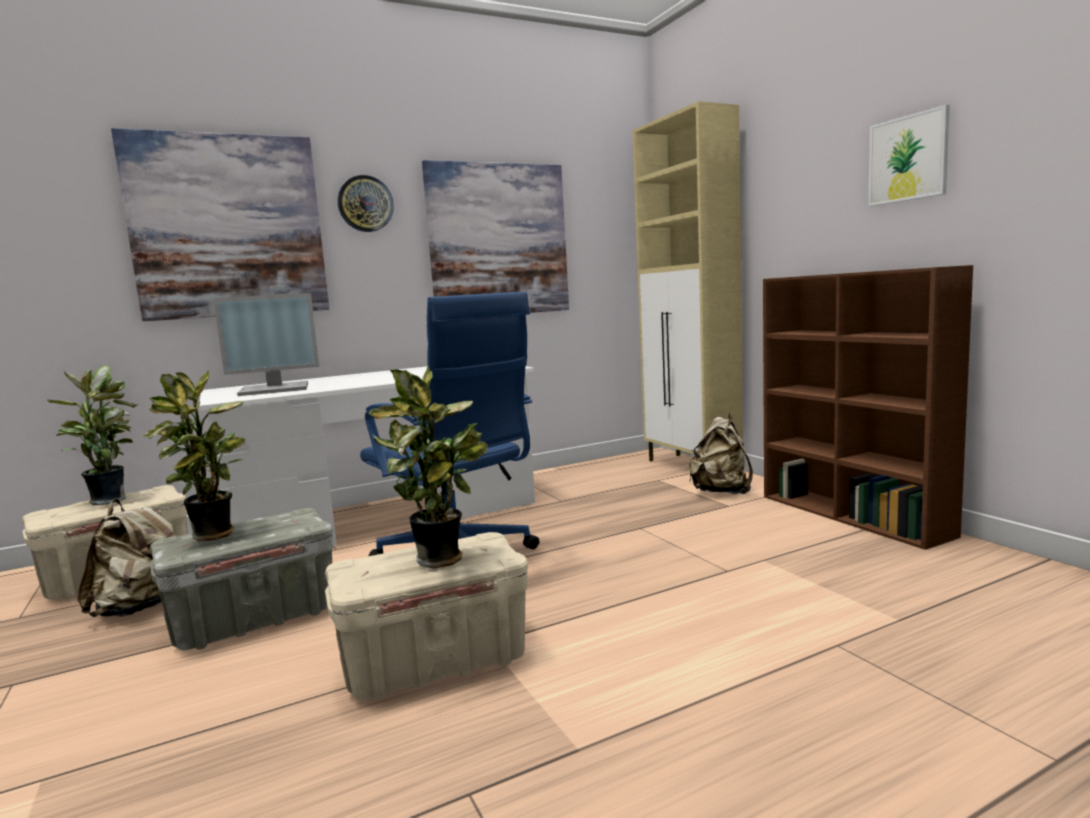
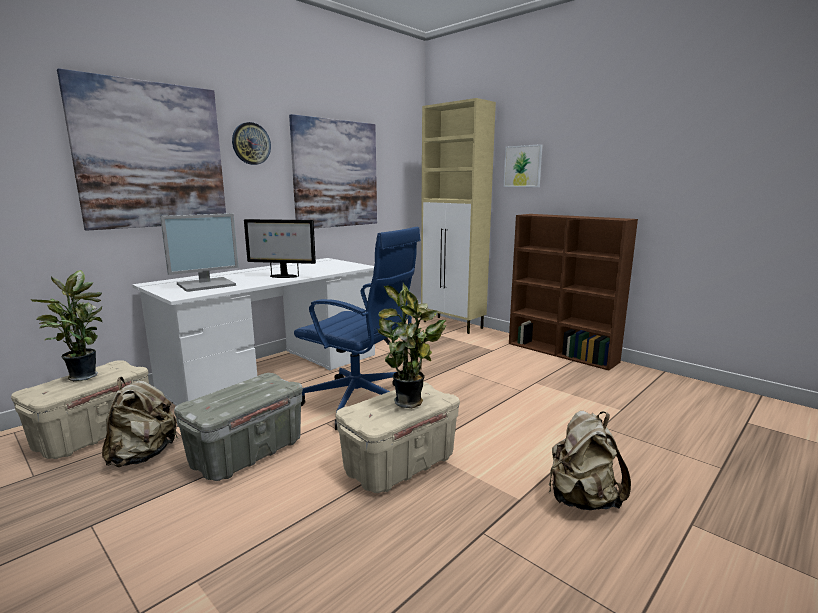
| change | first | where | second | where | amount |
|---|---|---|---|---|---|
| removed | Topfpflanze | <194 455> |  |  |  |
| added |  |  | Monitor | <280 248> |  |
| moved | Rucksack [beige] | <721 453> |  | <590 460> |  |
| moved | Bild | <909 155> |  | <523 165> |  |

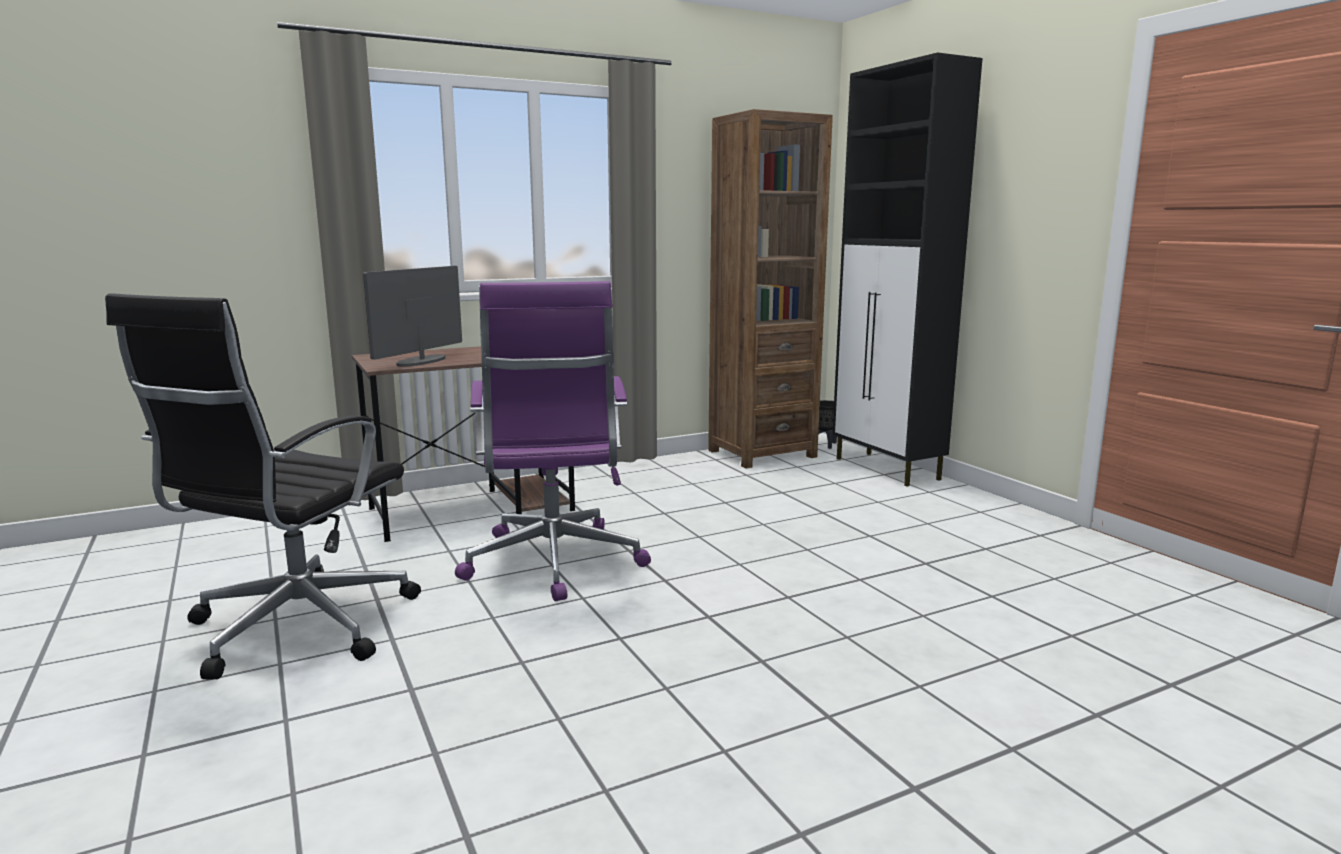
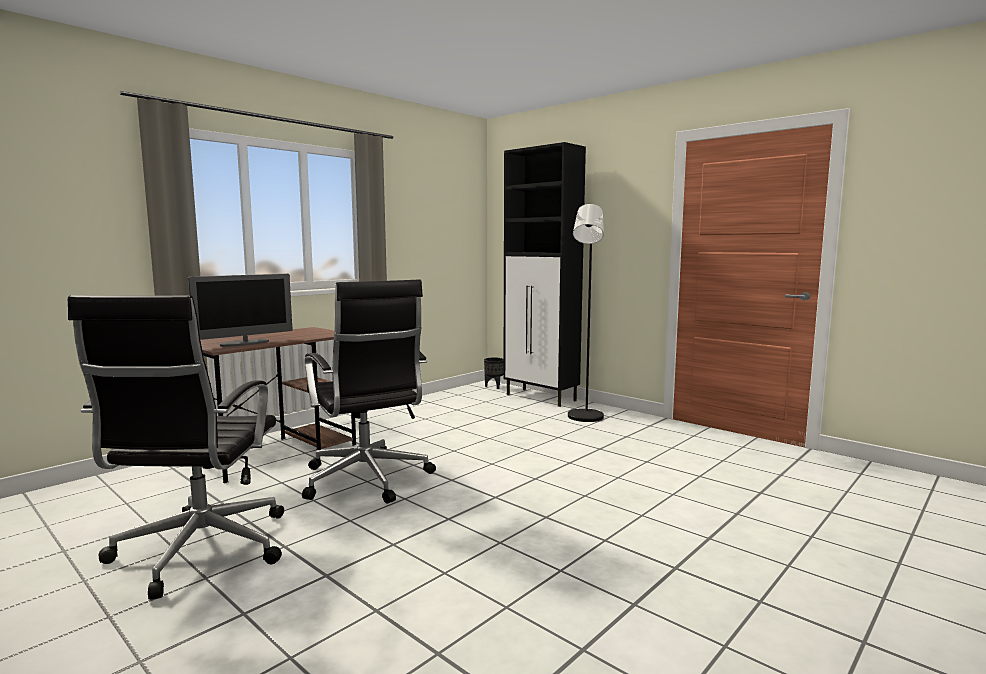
| change | first | where | second | where | amount |
|---|---|---|---|---|---|
| removed | Bücherregal [braun] | <770 289> |  |  |  |
| added |  |  | Stehlampe [schwarz] | <586 313> |  |
| recoloured | Bürostuhl [lila] | <553 441> | Bürostuhl [schwarz] | <369 392> |  |
| turned | Monitor | <412 316> |  | <240 310> | 135 degrees counterclockwise |

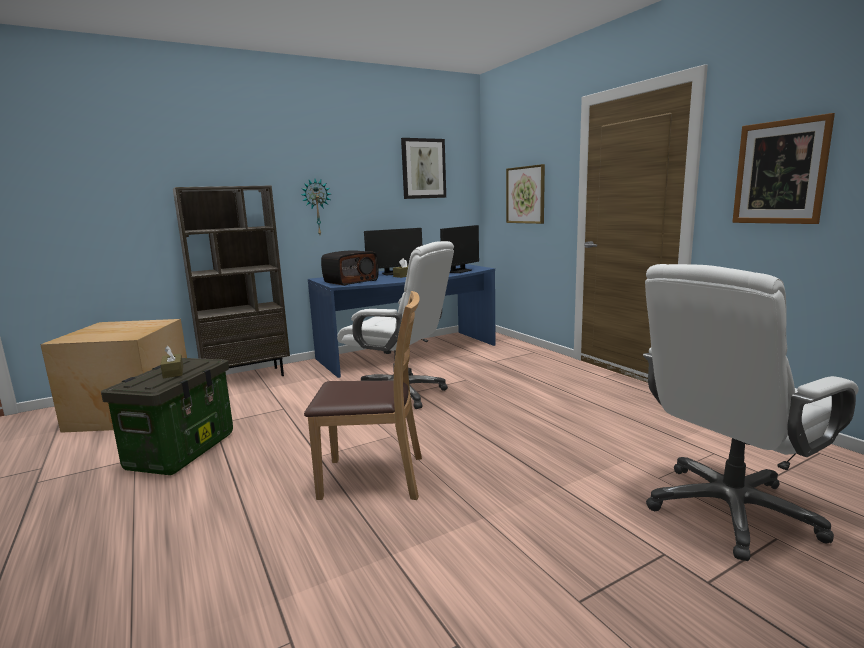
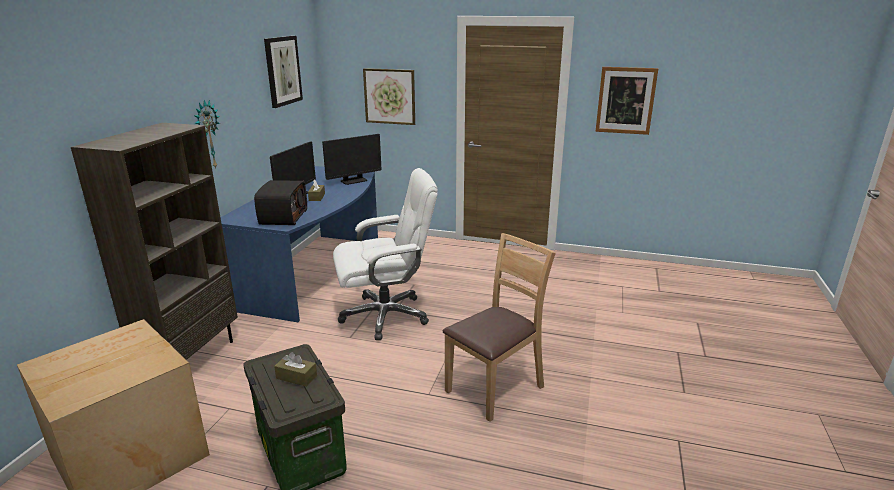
| change | first | where | second | where | amount |
|---|---|---|---|---|---|
| removed | Bürostuhl [weiß] | <751 412> |  |  |  |
| turned | Monitor | <459 249> |  | <352 159> | 60 degrees clockwise |

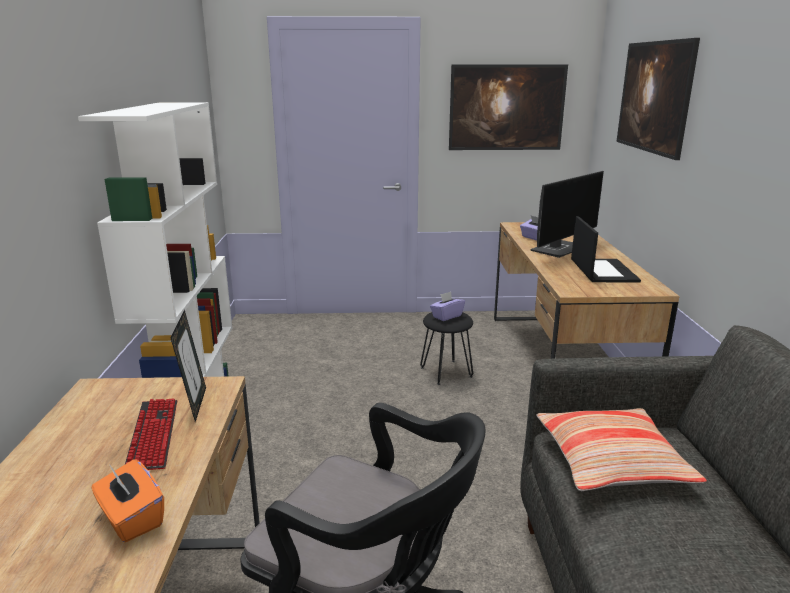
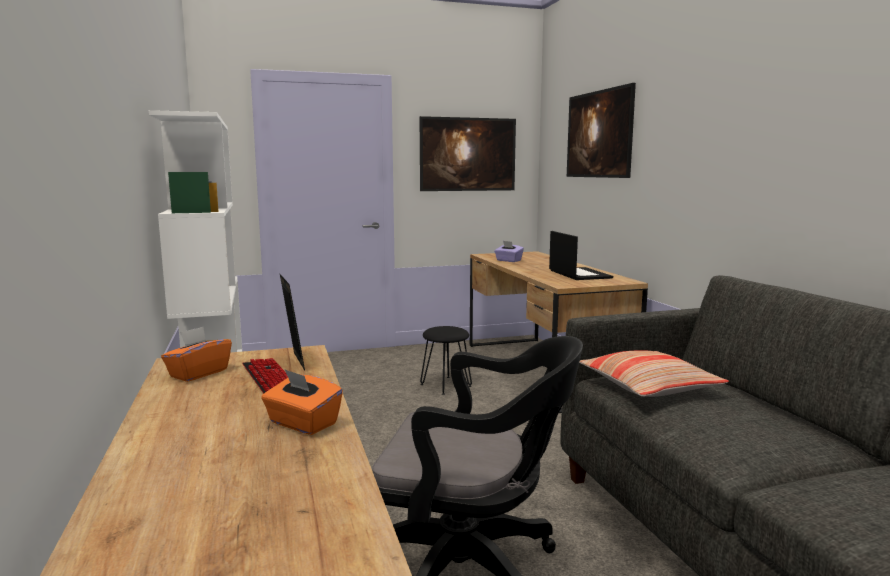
| change | first | where | second | where | amount |
|---|---|---|---|---|---|
| removed | Taschentuchbox [lila] | <447 306> |  |  |  |
| removed | Monitor | <567 214> |  |  |  |
| added |  |  | Taschentuchbox [orange] | <196 354> |  |

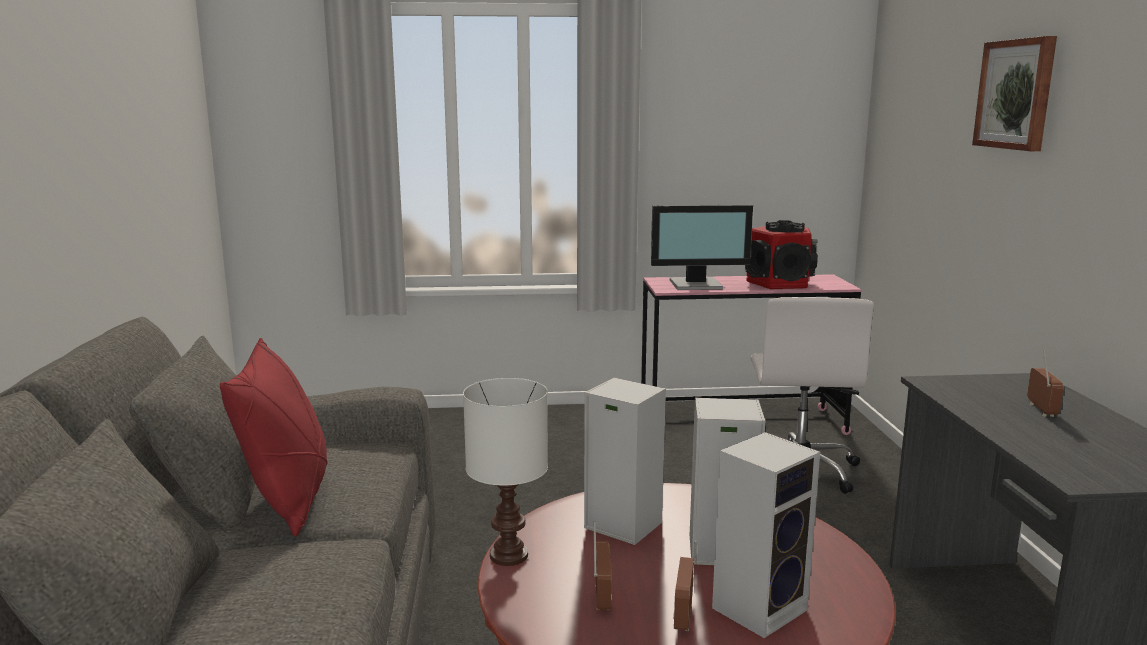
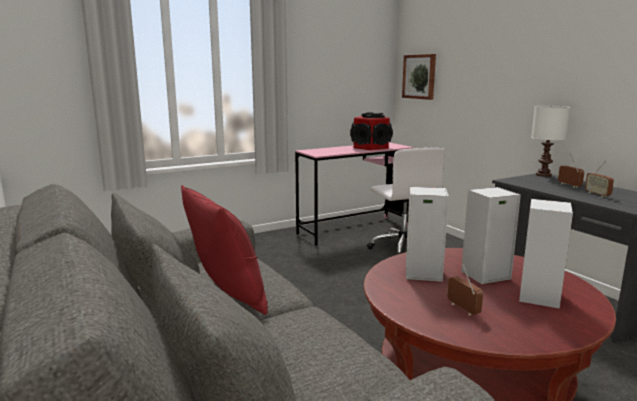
| change | first | where | second | where | amount |
|---|---|---|---|---|---|
| removed | Monitor | <702 247> |  |  |  |
| moved | Tischlampe [weiß] | <505 472> |  | <550 141> |  |
| moved | Radio | <685 585> |  | <599 178> |  |
| moved | Bild | <1014 93> |  | <419 77> |  |

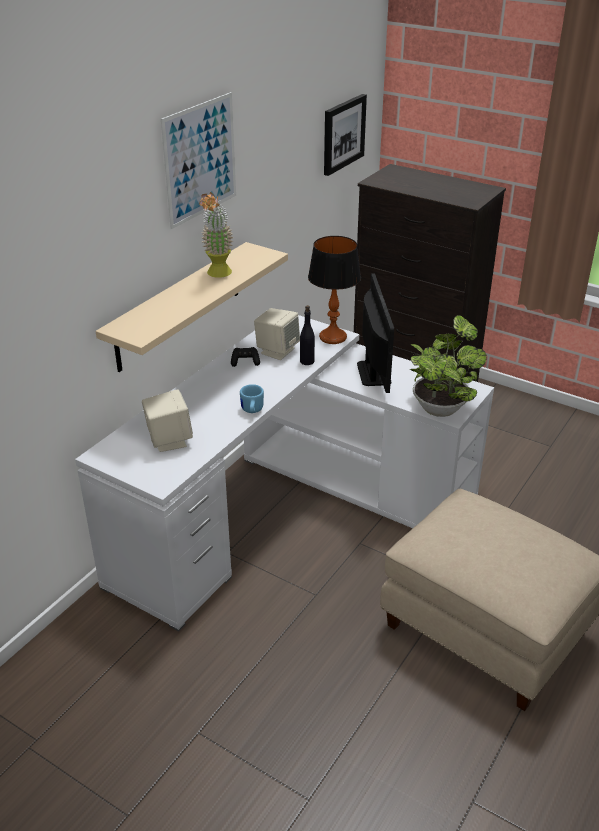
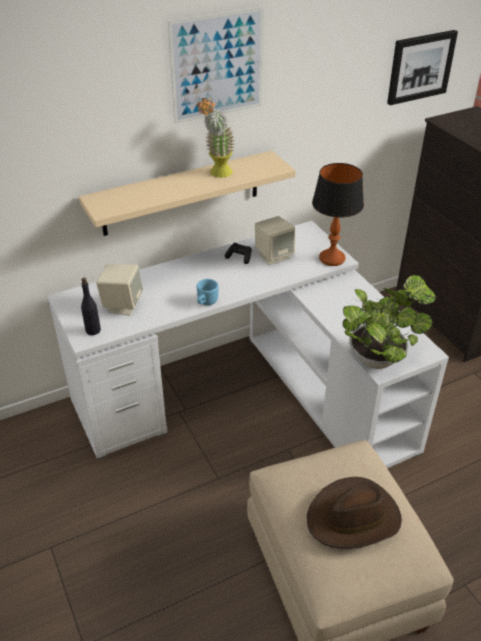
| change | first | where | second | where | amount |
|---|---|---|---|---|---|
| removed | Monitor | <375 333> |  |  |  |
| added |  |  | Hut [braun] | <354 513> |  |
| moved | Flasche [schwarz] | <307 335> |  | <91 306> |  |

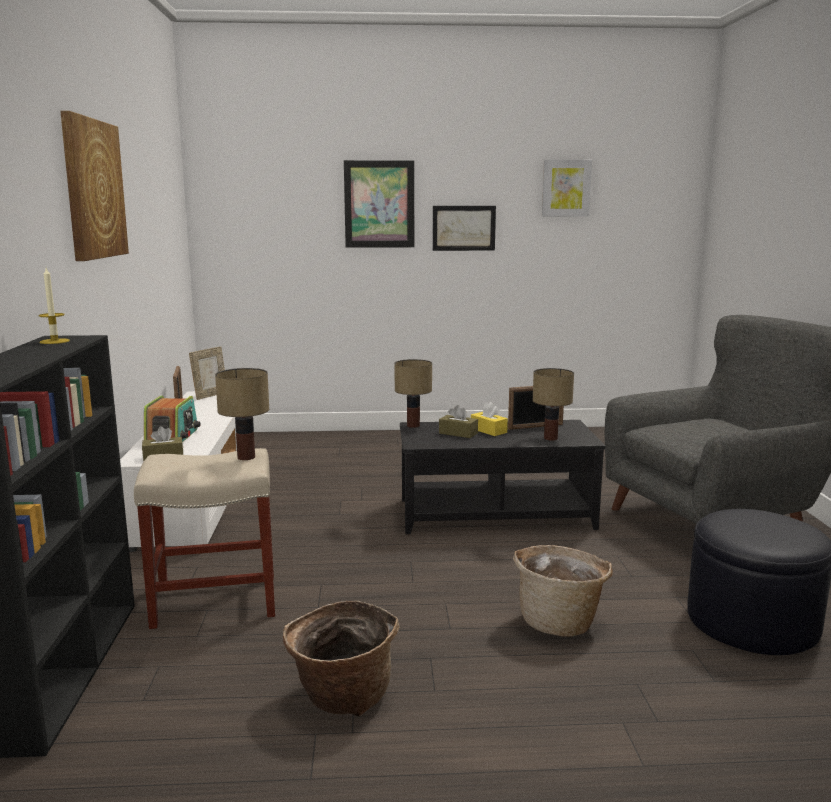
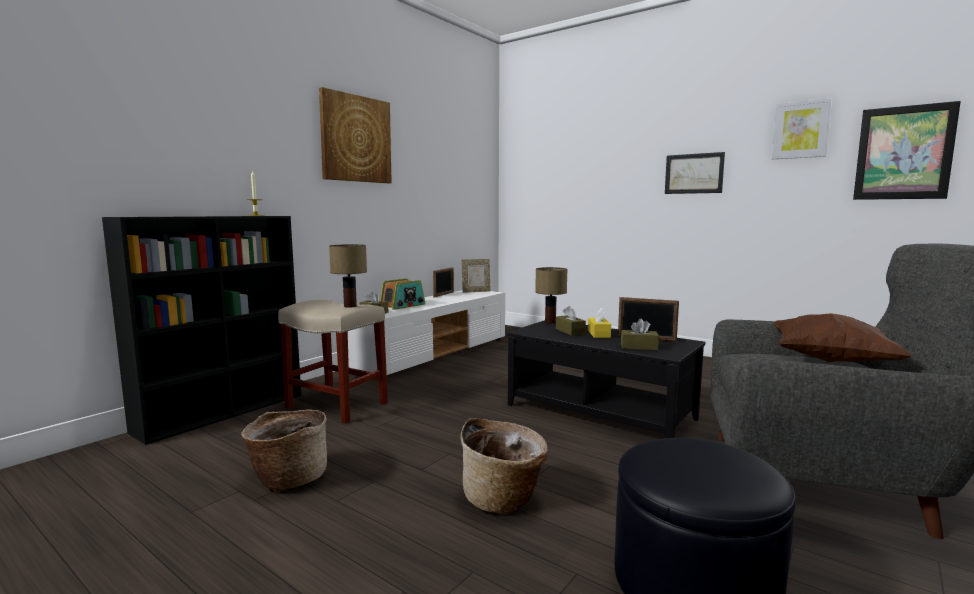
| change | first | where | second | where | amount |
|---|---|---|---|---|---|
| added |  |  | Kissen [braun] | <843 338> |  |
| moved | Bild | <379 204> |  | <907 150> |  |
| replaced | Tischlampe | <553 404> | Taschentuchbox [braun] | <640 334> |  |

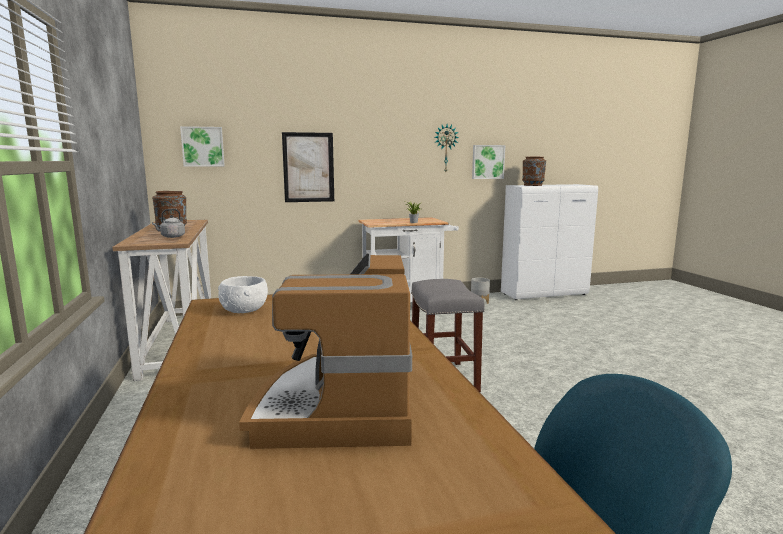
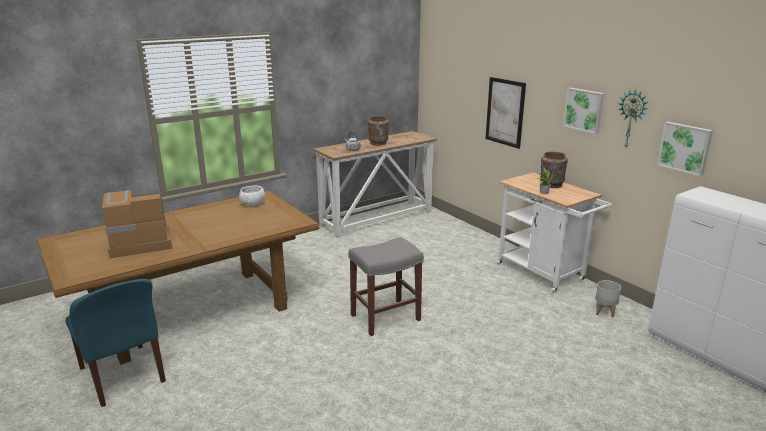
| change | first | where | second | where | amount |
|---|---|---|---|---|---|
| moved | Bild | <202 146> |  | <583 111> |  |
| moved | Vase [braun] | <534 171> |  | <554 170> |  |

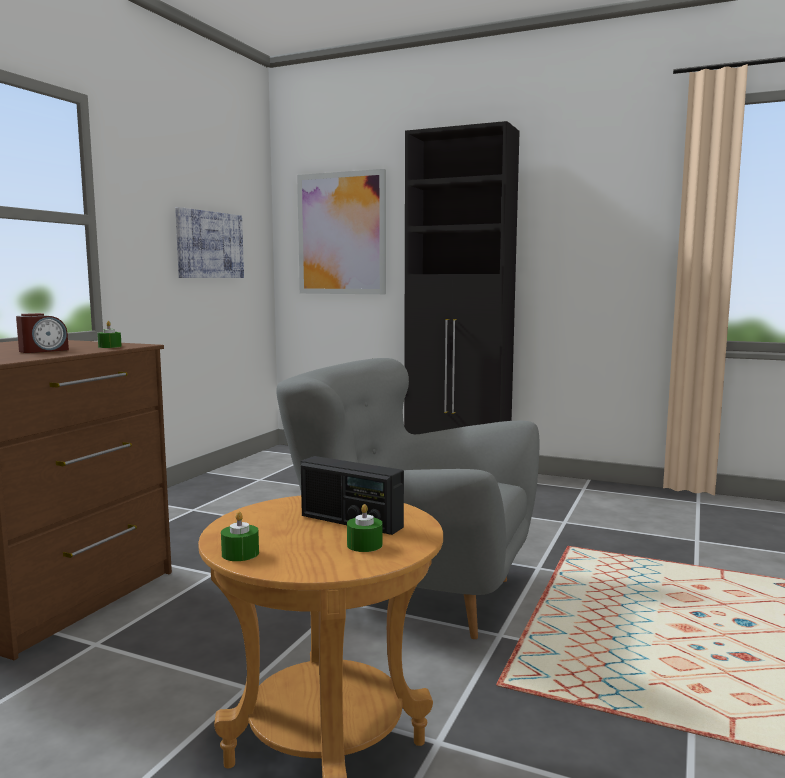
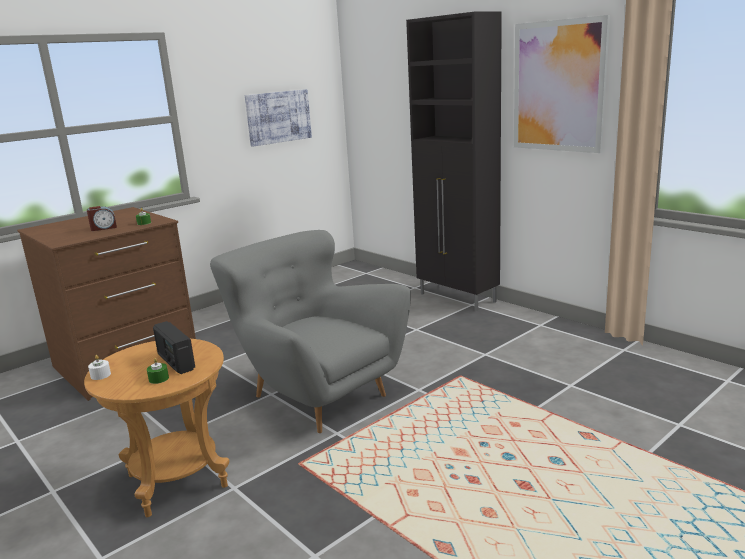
| change | first | where | second | where | amount |
|---|---|---|---|---|---|
| moved | Bild | <341 231> |  | <562 84> |  |
| recoloured | Kerze [grün] | <240 536> | Kerze [weiß] | <99 367> |  |

